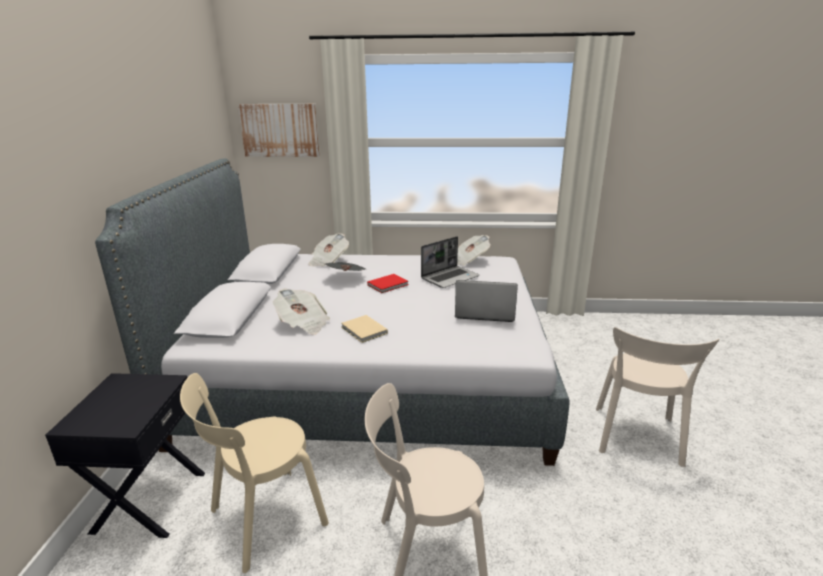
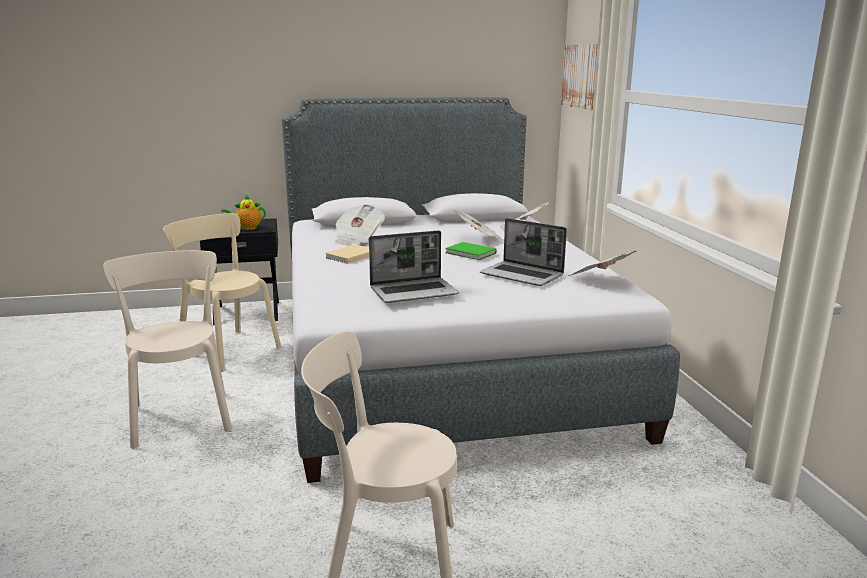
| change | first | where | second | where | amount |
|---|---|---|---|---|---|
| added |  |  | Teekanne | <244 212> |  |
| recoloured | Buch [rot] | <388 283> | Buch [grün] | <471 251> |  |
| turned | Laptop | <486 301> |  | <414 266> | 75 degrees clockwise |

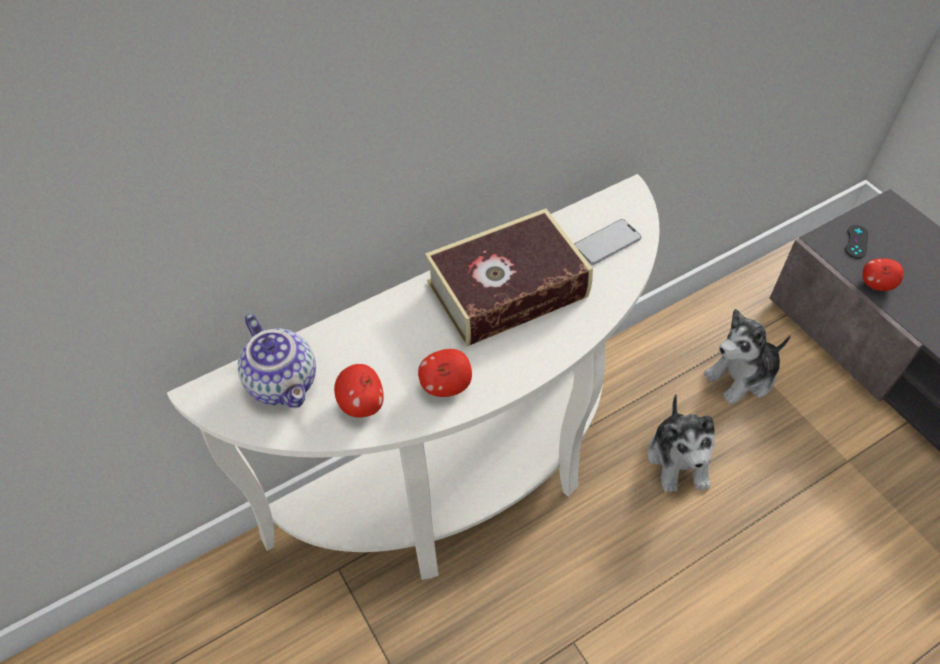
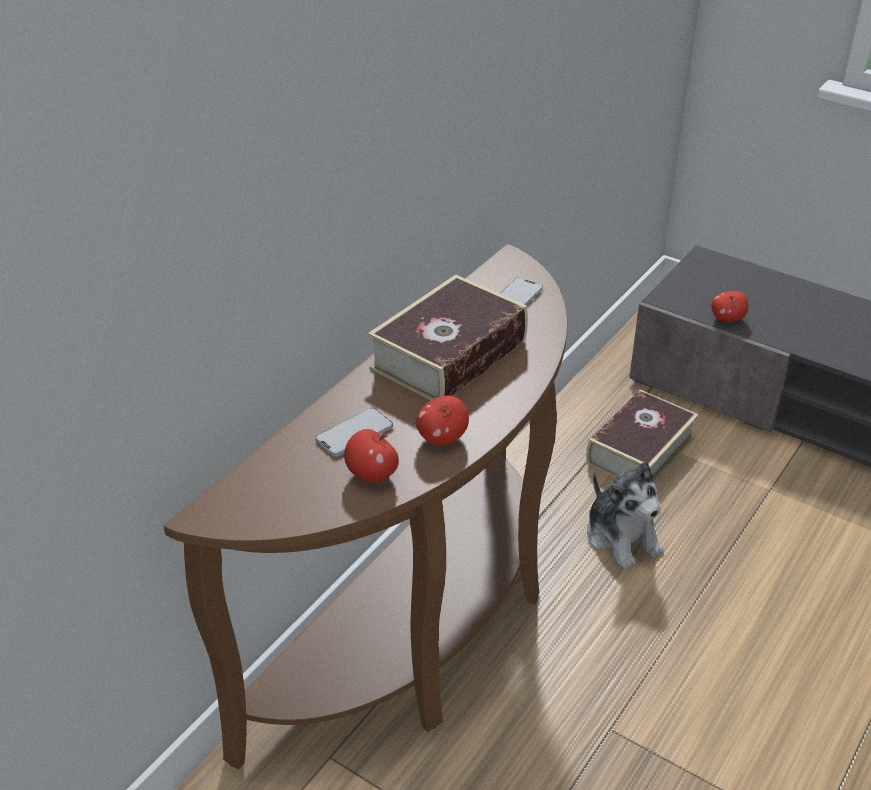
| change | first | where | second | where | amount |
|---|---|---|---|---|---|
| removed | Teekanne | <277 361> |  |  |  |
| removed | Gamepad [schwarz] | <856 242> |  |  |  |
| added |  |  | Handy | <354 432> |  |
| replaced | Plüschtier | <747 357> | Buch | <642 435> |  |
| recoloured | Konsolentisch [weiß] | <413 377> | Konsolentisch [braun] | <365 507> |  |

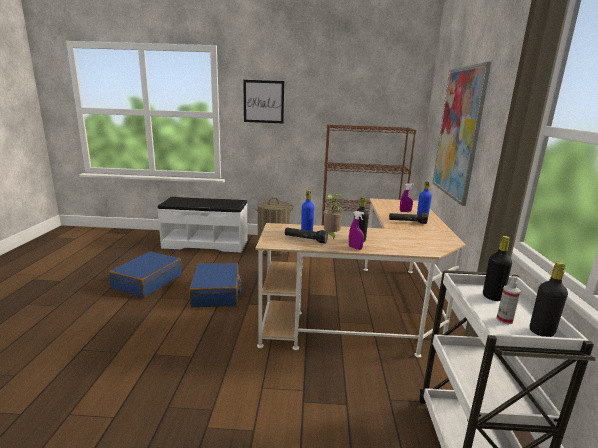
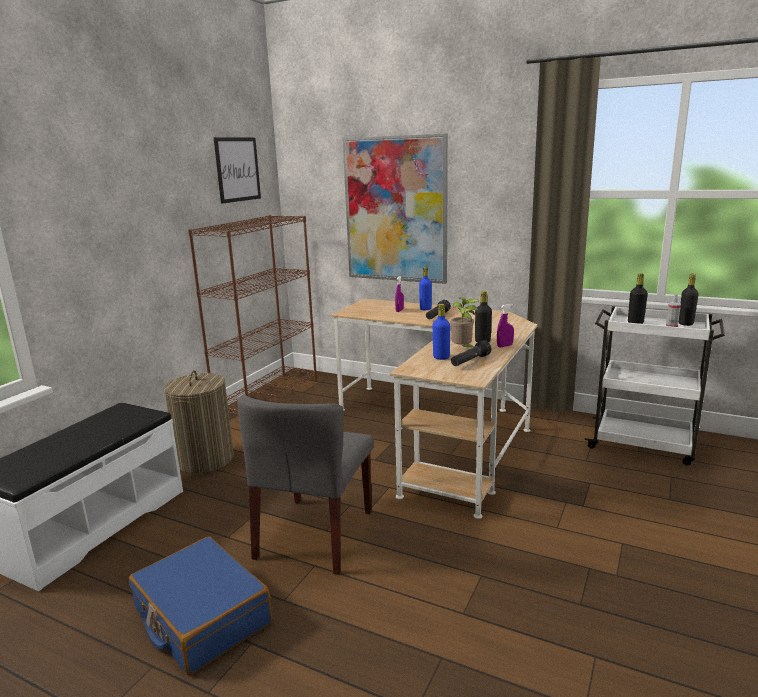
| change | first | where | second | where | amount |
|---|---|---|---|---|---|
| moved | Bild | <263 101> |  | <237 170> |  |
| replaced | Koffer [blau] | <215 285> | Stuhl [grau] | <305 485> |  |

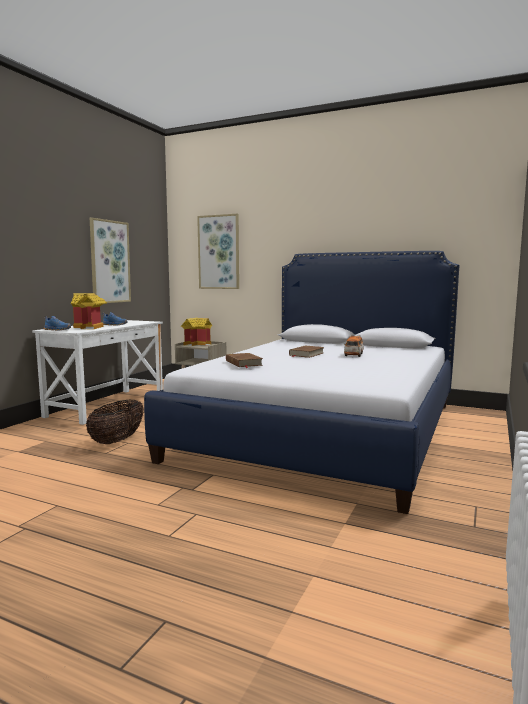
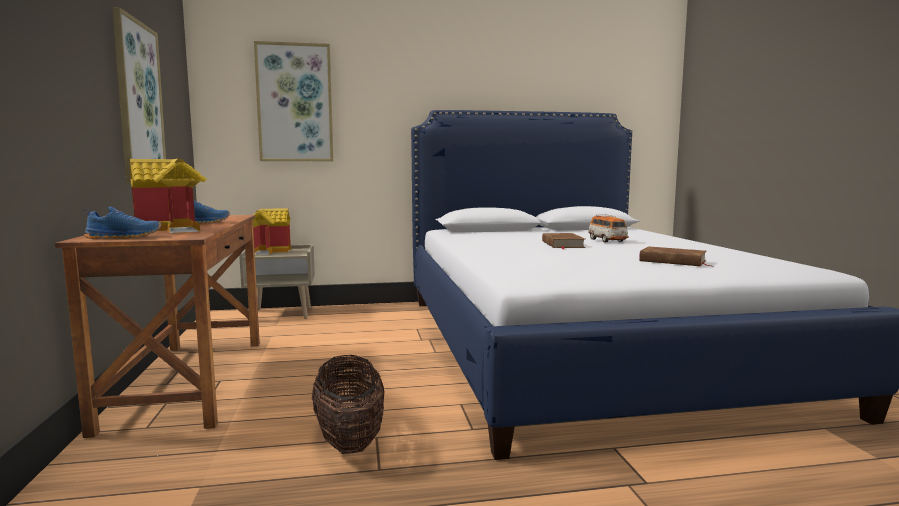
| change | first | where | second | where | amount |
|---|---|---|---|---|---|
| moved | Buch [braun] | <244 360> |  | <675 256> |  |
| recoloured | Schreibtisch [weiß] | <97 372> | Schreibtisch [braun] | <157 326> |  |

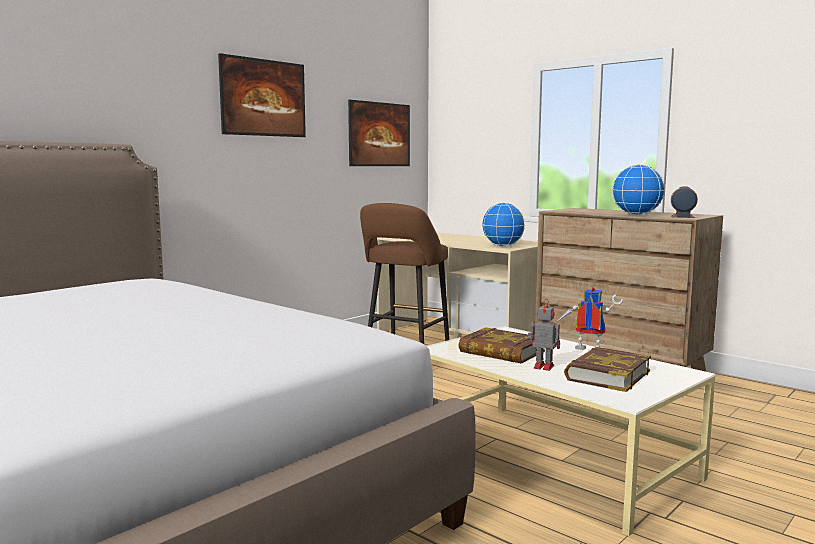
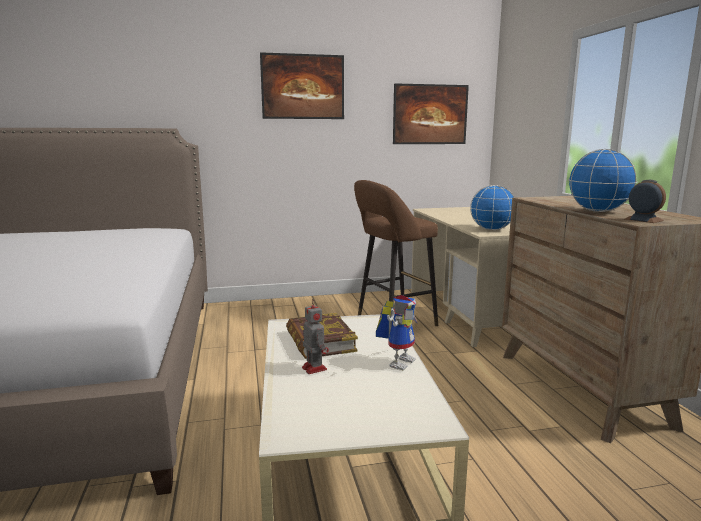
| change | first | where | second | where | amount |
|---|---|---|---|---|---|
| removed | Buch | <607 369> |  |  |  |
| turned | Spielzeugroboter | <589 319> |  | <397 332> | 60 degrees clockwise |

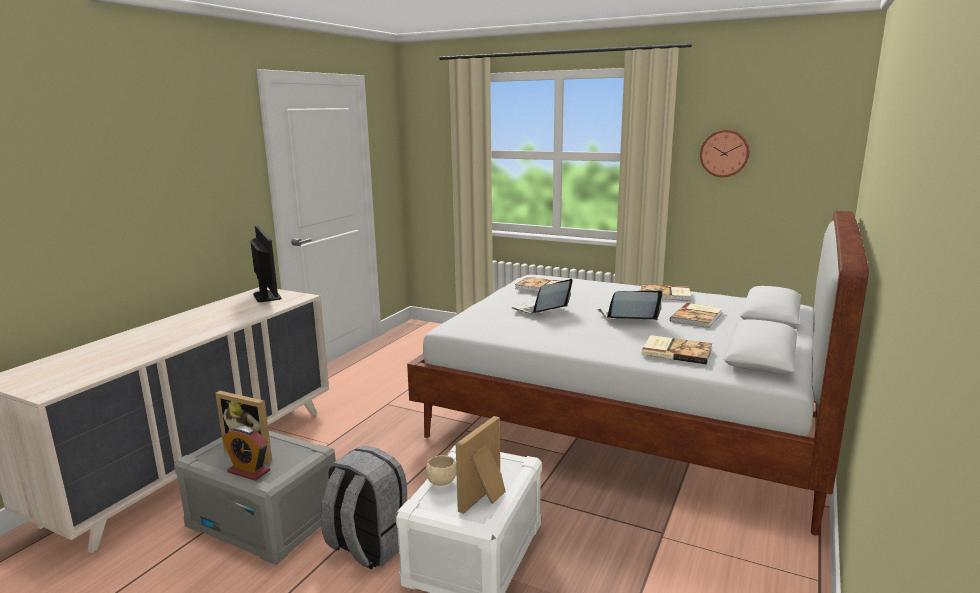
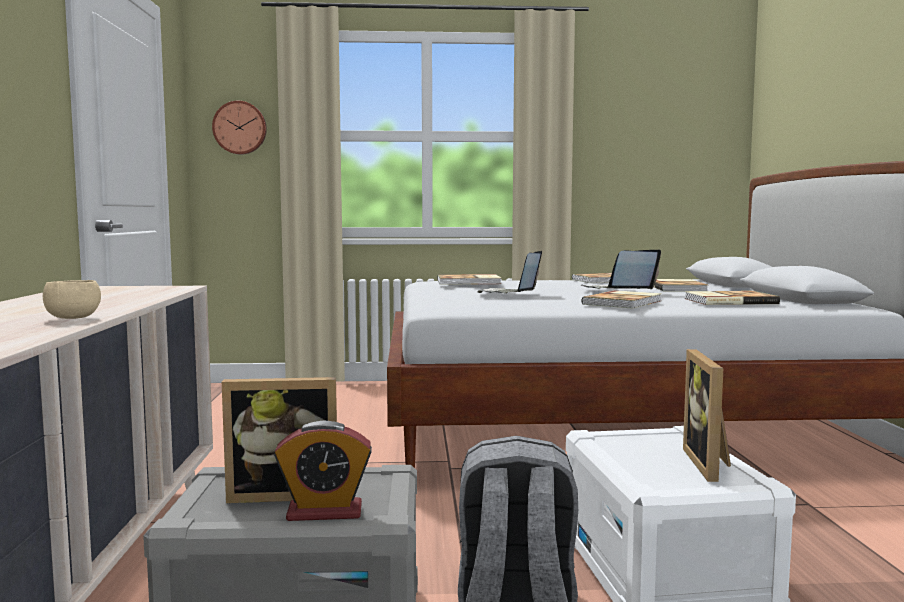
| change | first | where | second | where | amount |
|---|---|---|---|---|---|
| removed | Monitor | <265 263> |  |  |  |
| added |  |  | Buch | <622 299> |  |
| moved | Schüssel [beige] | <441 470> |  | <72 299> |  |
| moved | Wanduhr | <724 153> |  | <239 128> |  |

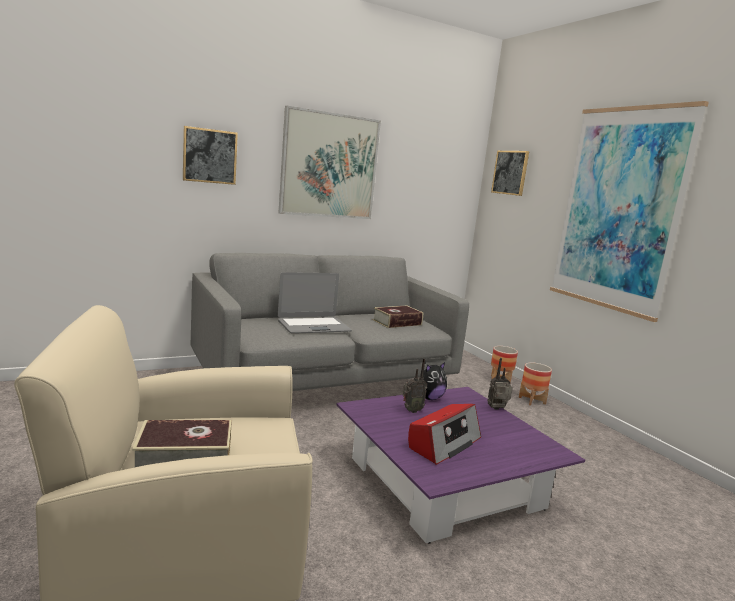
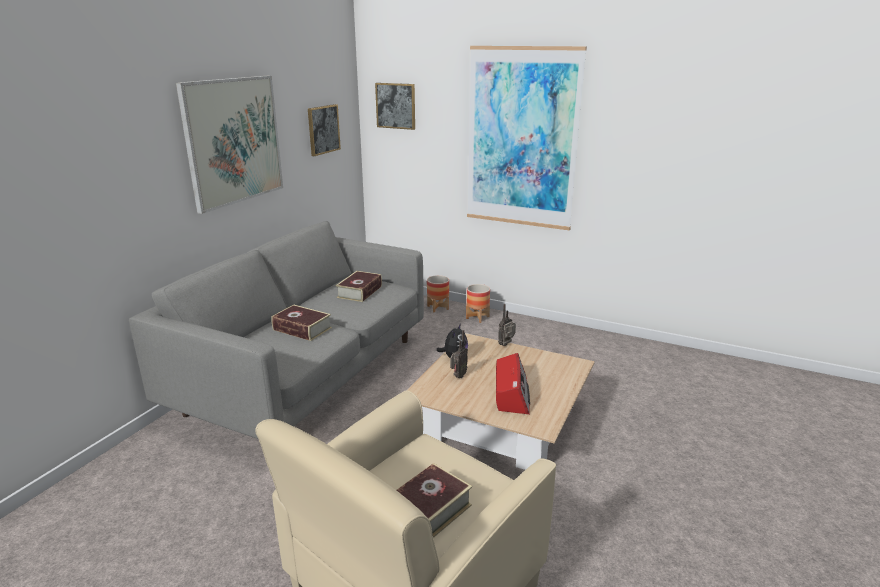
| change | first | where | second | where | amount |
|---|---|---|---|---|---|
| moved | Bild | <210 155> |  | <324 130> |  |
| replaced | Laptop | <315 303> | Buch | <301 323> |  |
| recoloured | Couchtisch [lila] | <460 465> | Couchtisch [beige] | <501 401> |  |

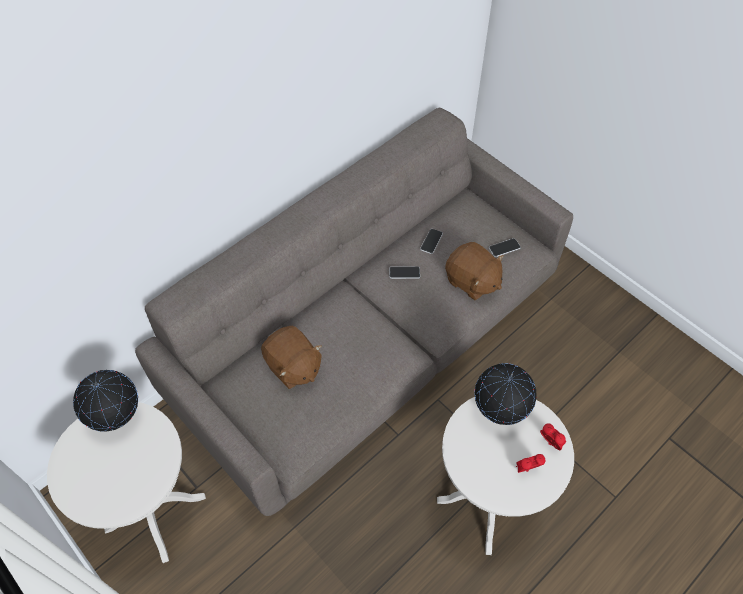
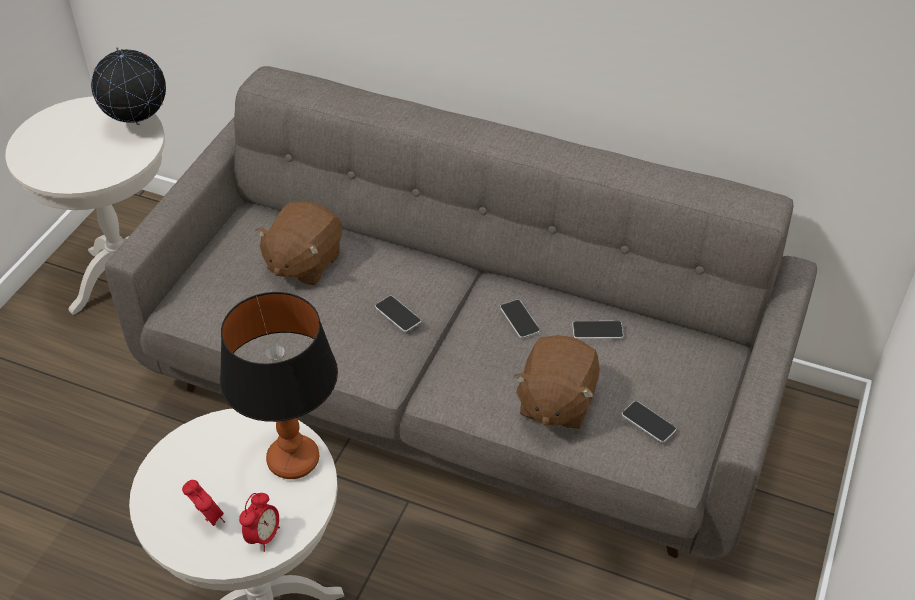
| change | first | where | second | where | amount |
|---|---|---|---|---|---|
| added |  |  | Handy | <398 314> |  |
| replaced | Globus | <505 394> | Tischlampe | <279 385> |  |

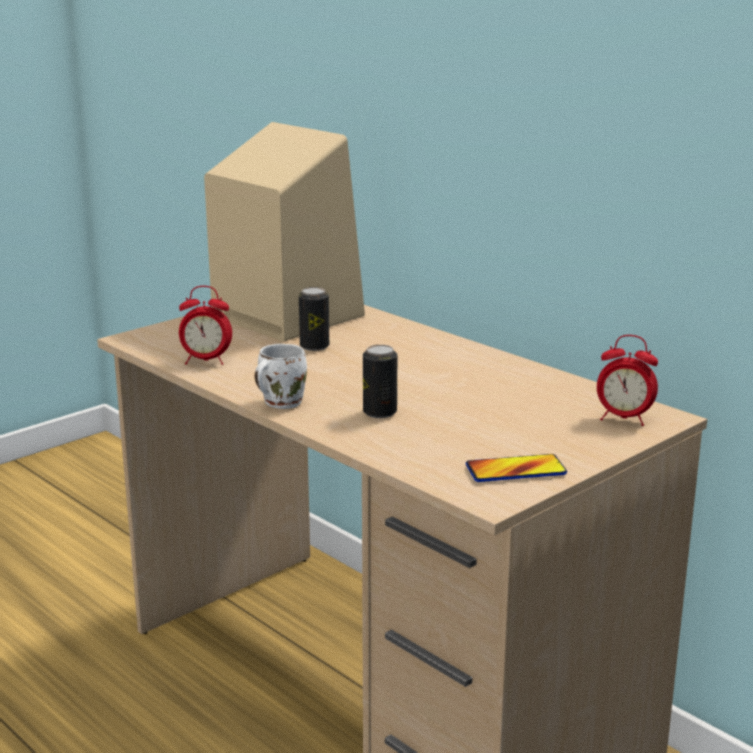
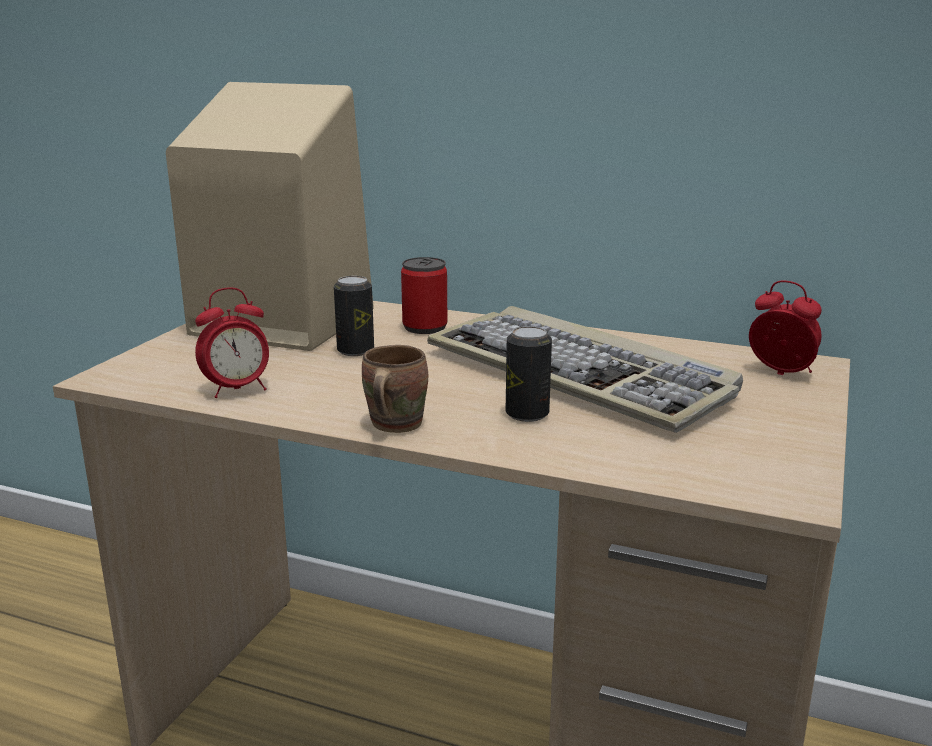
| change | first | where | second | where | amount |
|---|---|---|---|---|---|
| removed | Handy | <516 468> |  |  |  |
| added |  |  | Dose | <424 295> |  |
| added |  |  | Tastatur | <585 369> |  |
| recoloured | Henkelbecher [weiß] | <281 376> | Henkelbecher [braun] | <395 389> |  |
| turned | Wecker | <627 380> |  | <785 327> | 135 degrees counterclockwise |

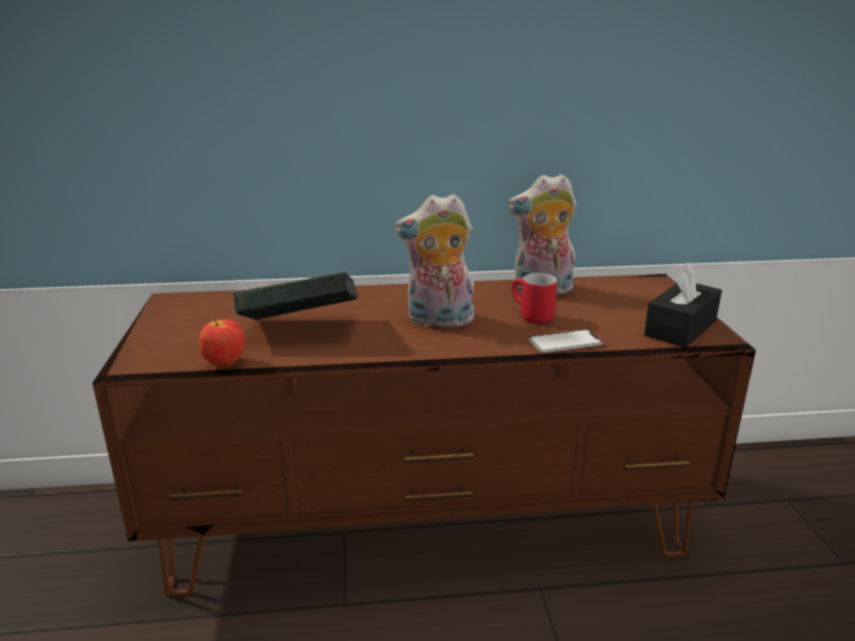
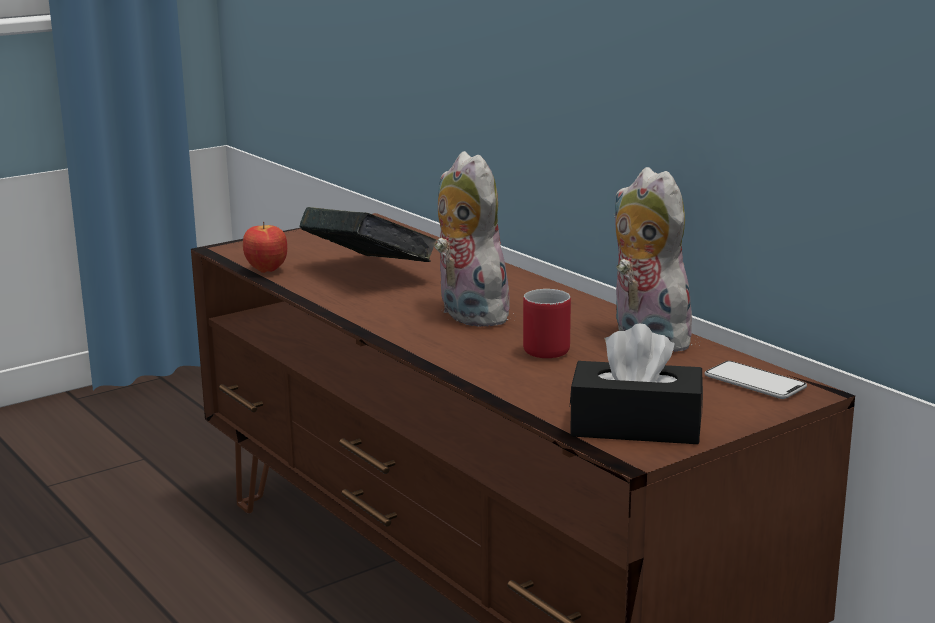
| change | first | where | second | where | amount |
|---|---|---|---|---|---|
| moved | Handy | <565 341> |  | <756 380> |  |

